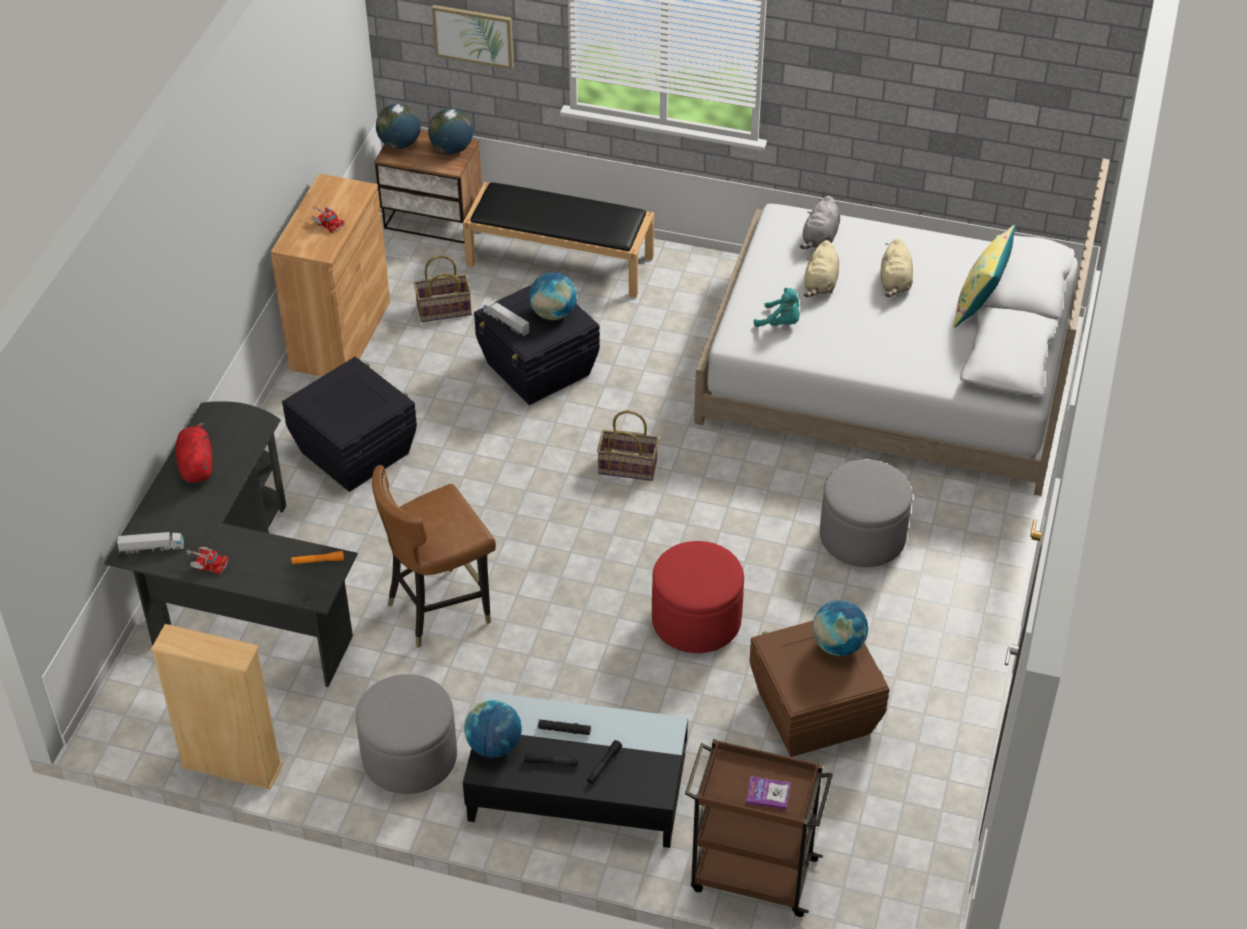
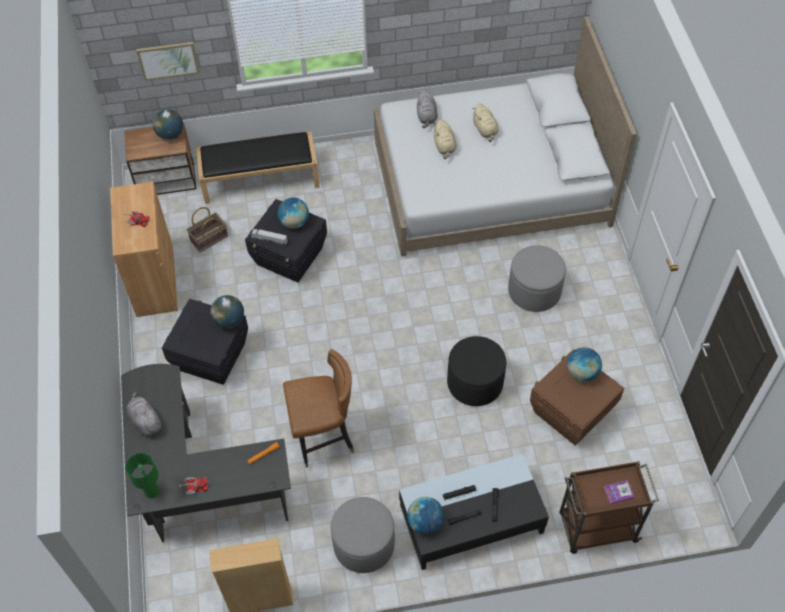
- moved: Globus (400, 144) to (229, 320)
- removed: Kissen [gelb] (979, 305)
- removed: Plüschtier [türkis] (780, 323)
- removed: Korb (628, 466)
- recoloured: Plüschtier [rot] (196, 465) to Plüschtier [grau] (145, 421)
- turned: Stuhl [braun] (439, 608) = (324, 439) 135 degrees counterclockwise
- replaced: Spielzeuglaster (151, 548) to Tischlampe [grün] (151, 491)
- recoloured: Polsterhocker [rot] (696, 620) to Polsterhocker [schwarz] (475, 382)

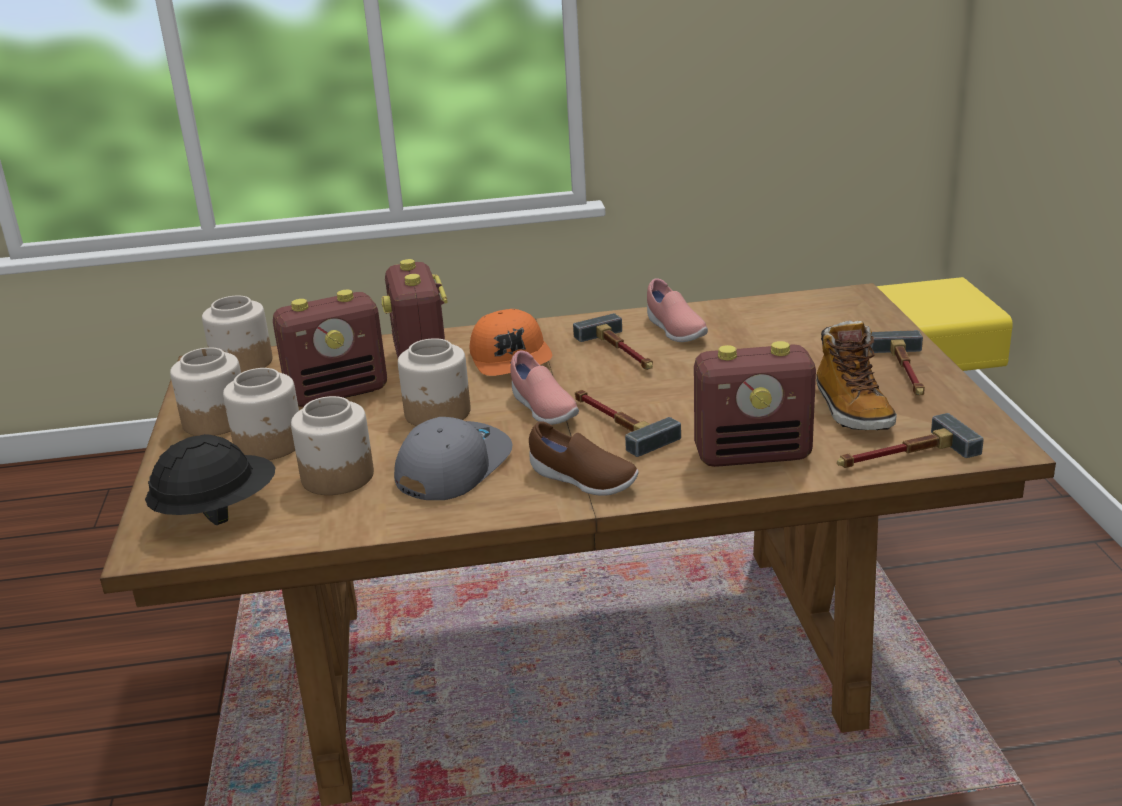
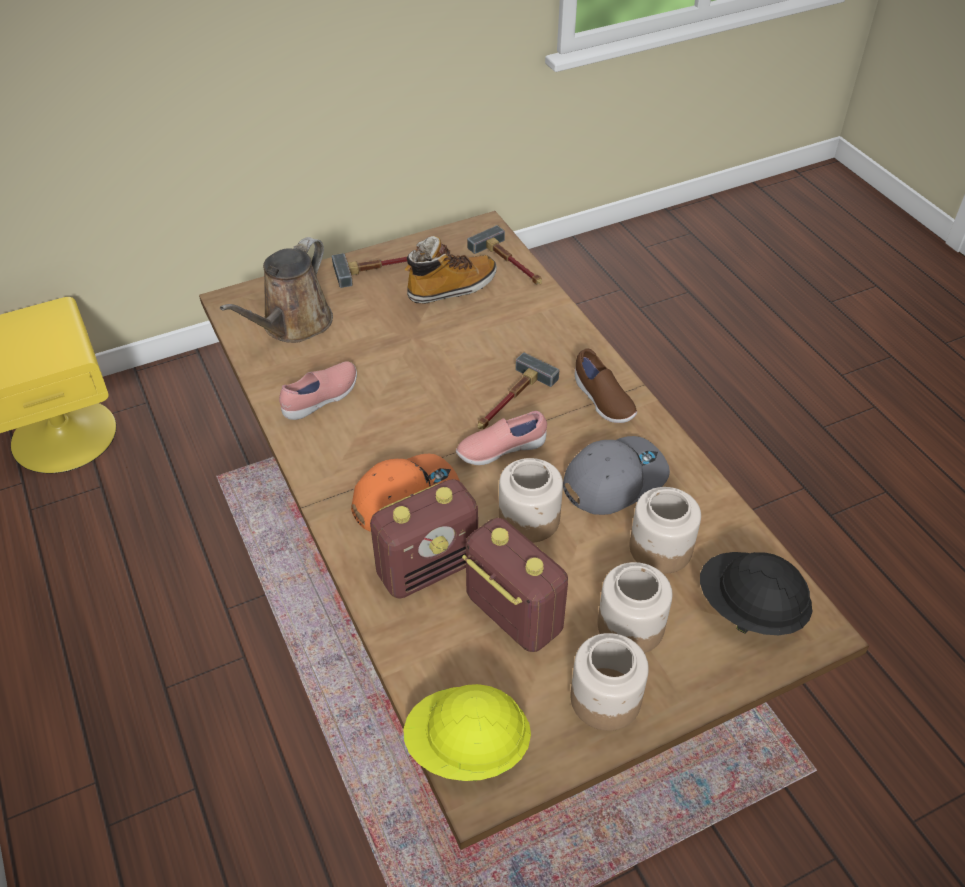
- replaced: Vorratsglas (241, 363) to Schutzhelm [gelb] (467, 748)
- removed: Hammer (621, 352)
- removed: Radio (753, 455)
- turned: Schuh [rosa] (542, 409) = (500, 450) 150 degrees counterclockwise
- turned: Kappe [grau] (452, 467) = (614, 479) 135 degrees clockwise
- turned: Schuh [braun] (582, 481) = (602, 401) 135 degrees clockwise
- added: Gießkanne [braun] (293, 325)

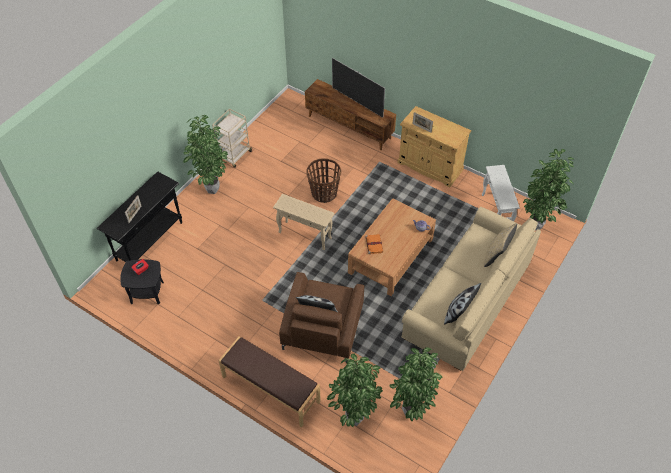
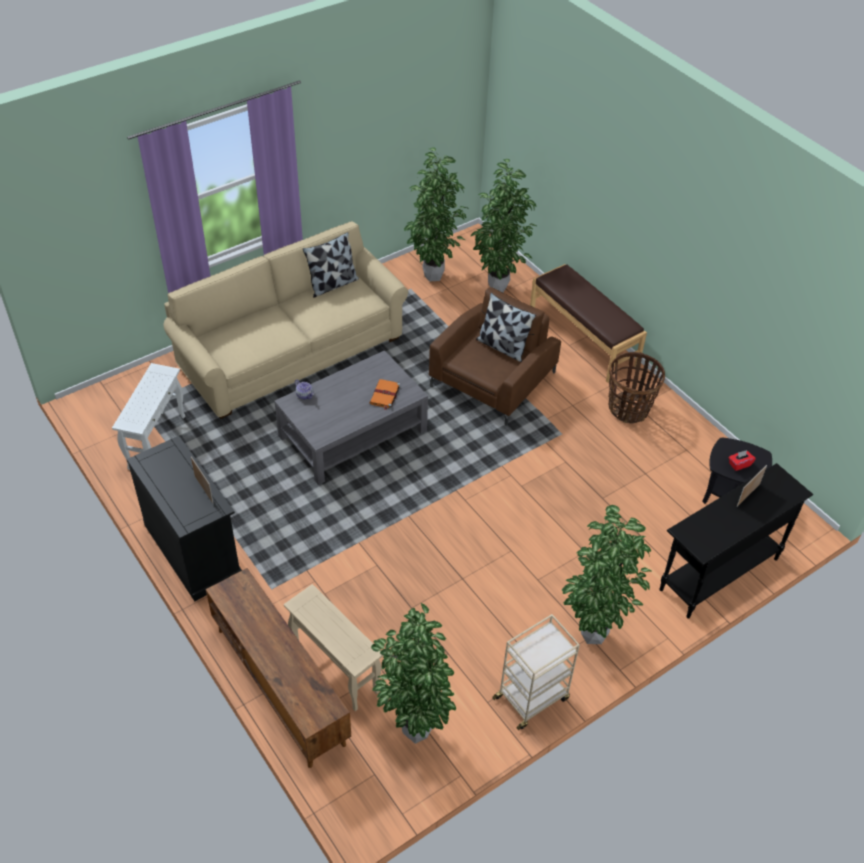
- removed: Fernseher (357, 102)
- recoloured: Schrank [beige] (430, 166) to Schrank [schwarz] (193, 550)
- moved: Topfpflanze (537, 225) to (412, 731)
- moved: Korb (324, 193) to (628, 409)
- moved: Beistelltisch [beige] (305, 235) to (335, 670)
- recoloured: Couchtisch [braun] (390, 256) to Couchtisch [grau] (353, 433)
- removed: Kissen [beige] (496, 255)

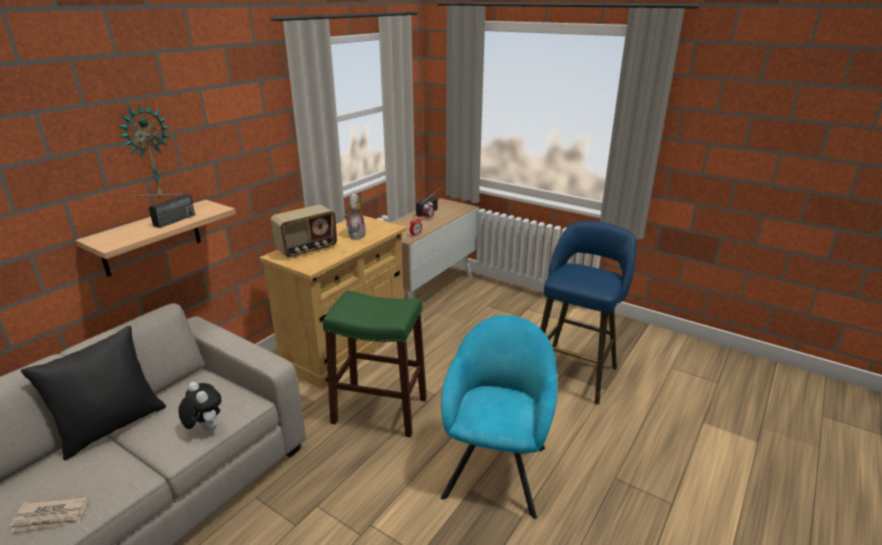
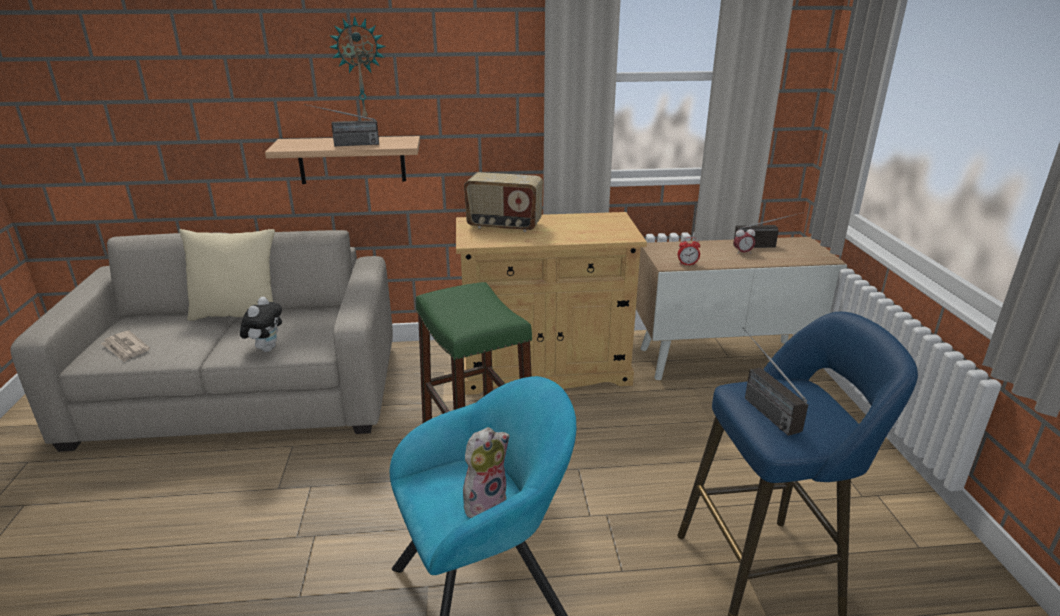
- moved: Plüschtier (355, 235) to (485, 502)
- recoloured: Kissen [schwarz] (112, 426) to Kissen [beige] (238, 314)
- added: Radio (758, 405)

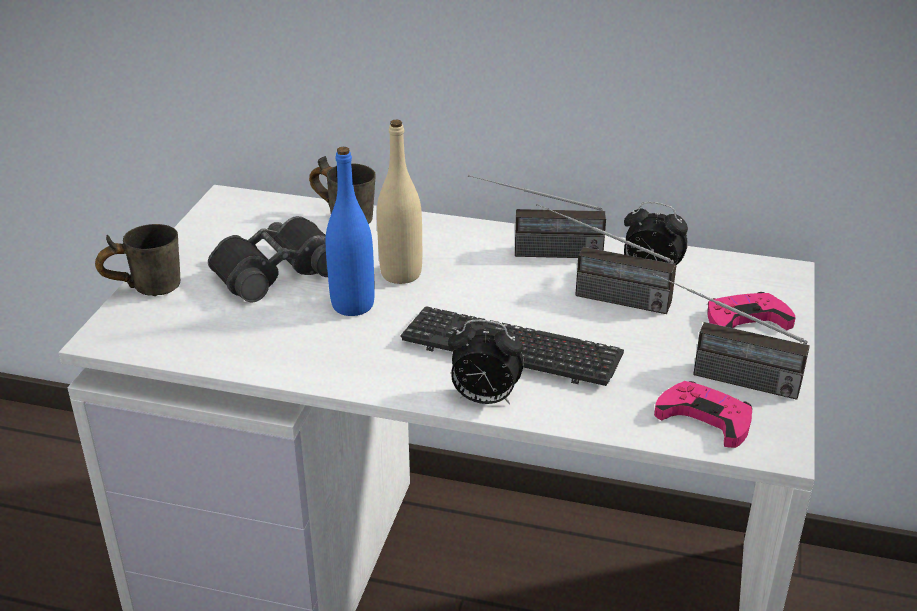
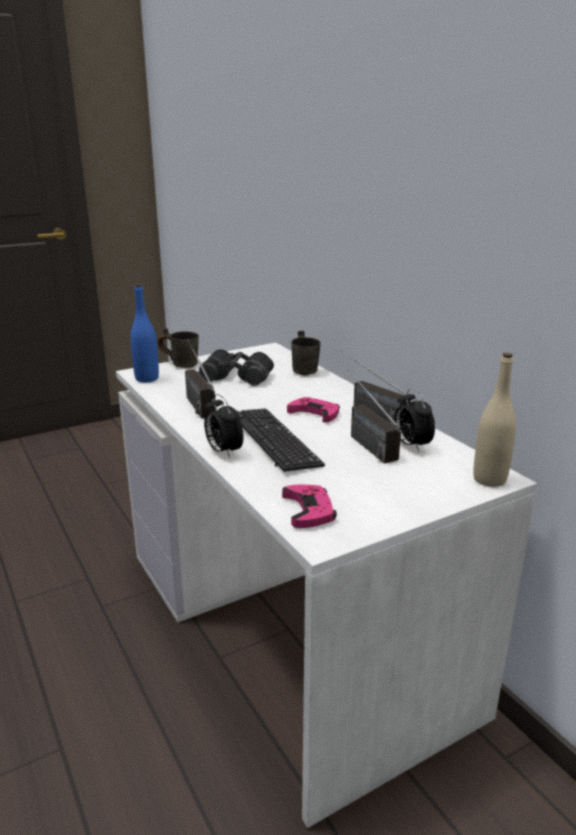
- moved: Flasche [beige] (401, 274) to (489, 479)
- moved: Flasche [blau] (353, 305) to (147, 378)
- moved: Radio (718, 375) to (194, 401)
- moved: Gamepad [rosa] (746, 320) to (314, 413)

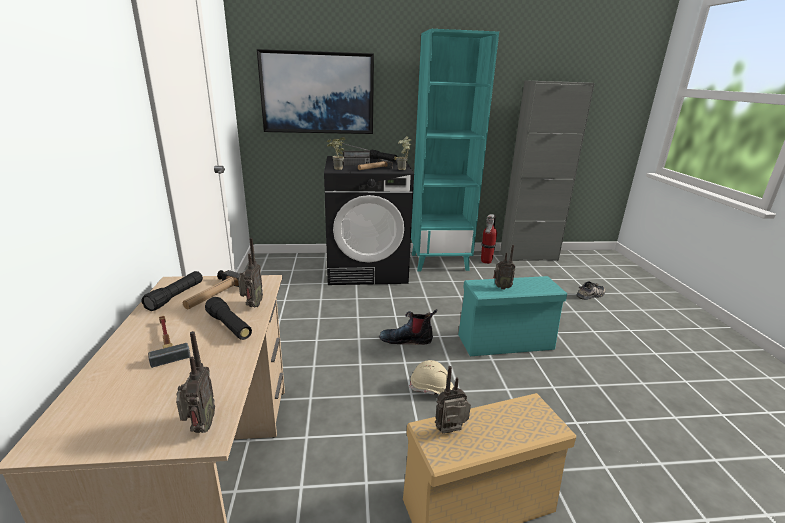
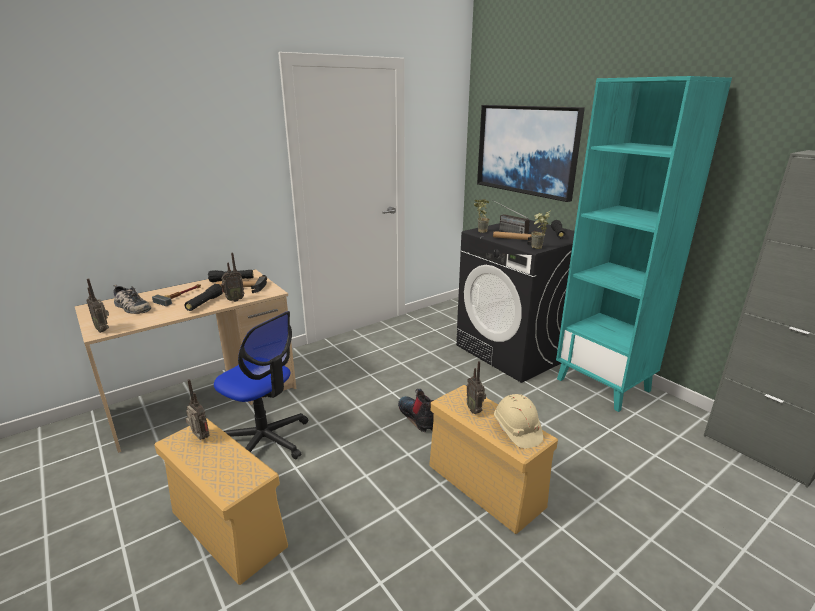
- removed: Feuerlöscher (486, 261)
- recoloured: Aufbewahrungsbox [türkis] (506, 342) to Aufbewahrungsbox [beige] (486, 486)
- moved: Schuh (591, 295) to (131, 307)
- turned: Radio (200, 428) = (104, 330) 75 degrees clockwise
- moved: Schutzhelm [beige] (432, 388) to (516, 430)
- added: Bürostuhl (265, 441)

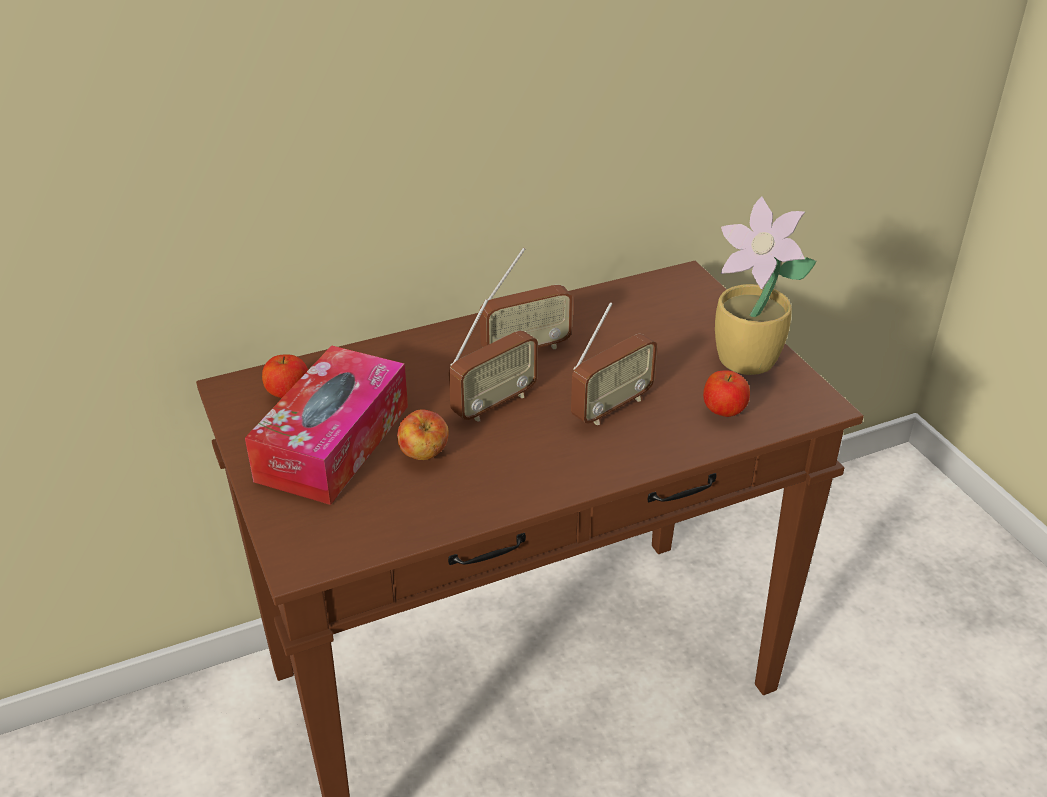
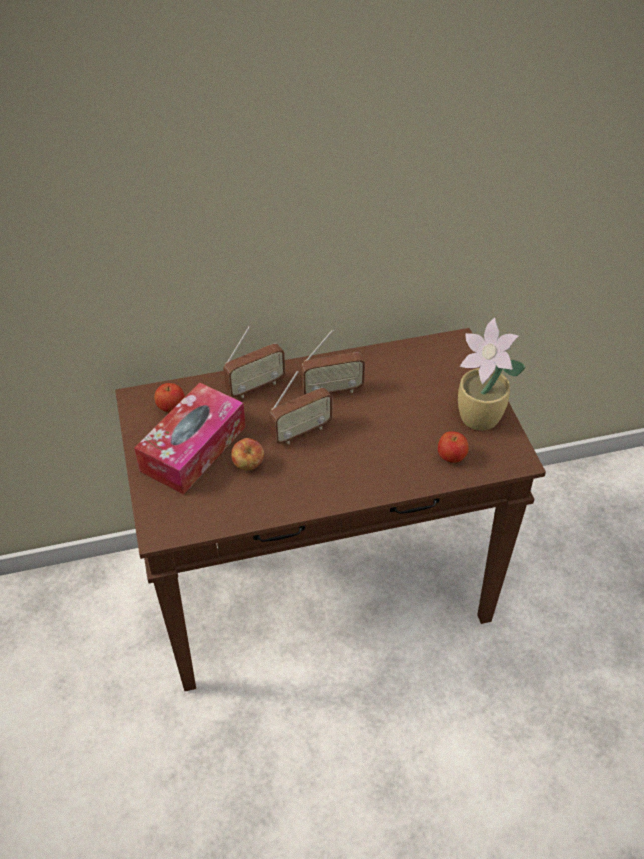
- moved: Radio (611, 407) to (255, 386)

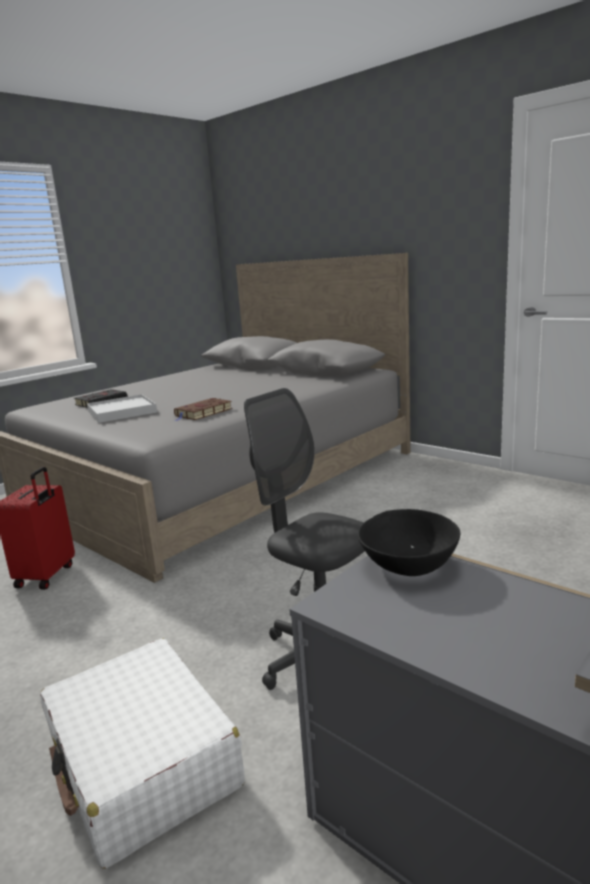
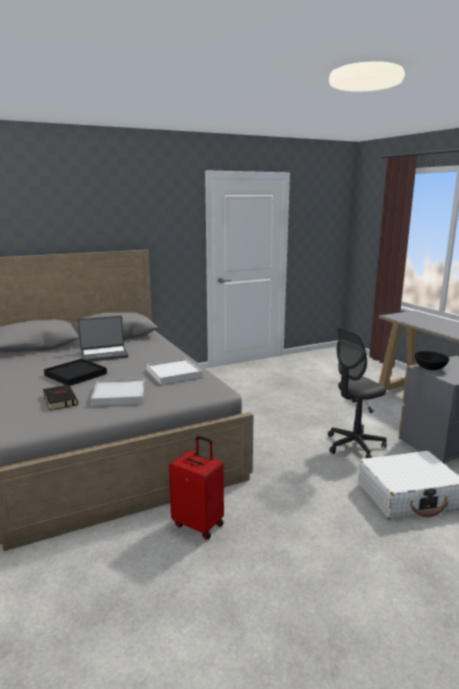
- replaced: Buch [braun] (202, 413) to Tablett [weiß] (174, 373)
- added: Laptop (104, 354)
- added: Tablett [schwarz] (75, 374)

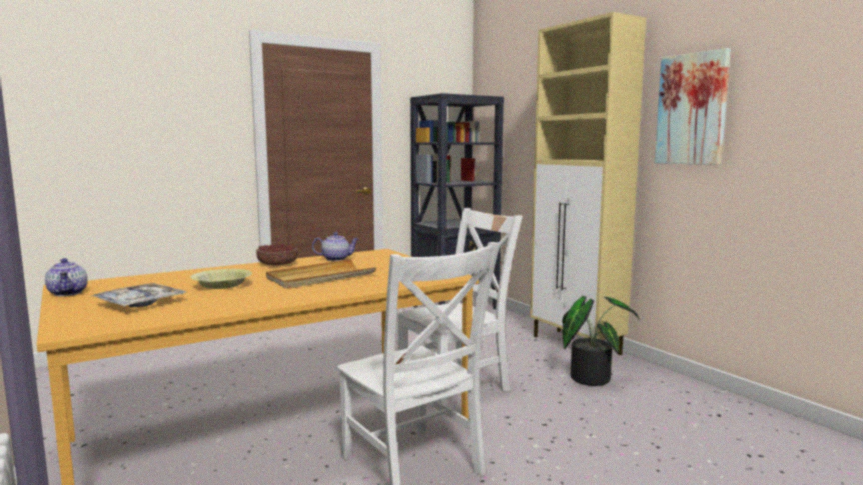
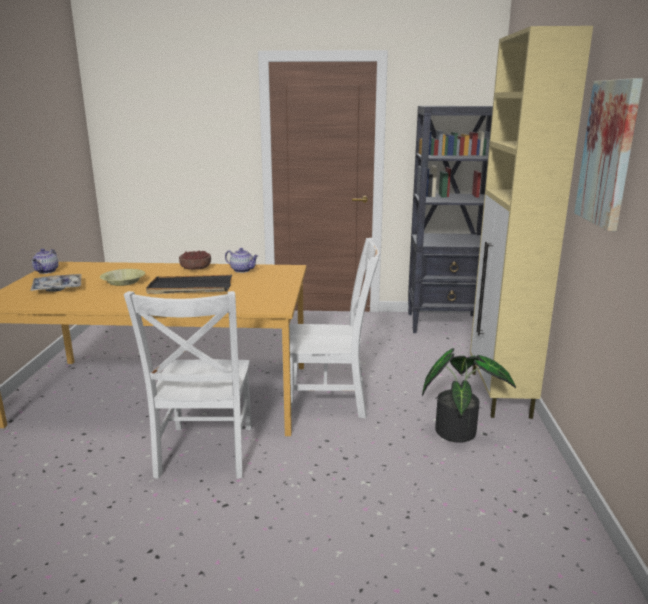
- recoloured: Tablett [beige] (320, 277) to Tablett [schwarz] (190, 288)

